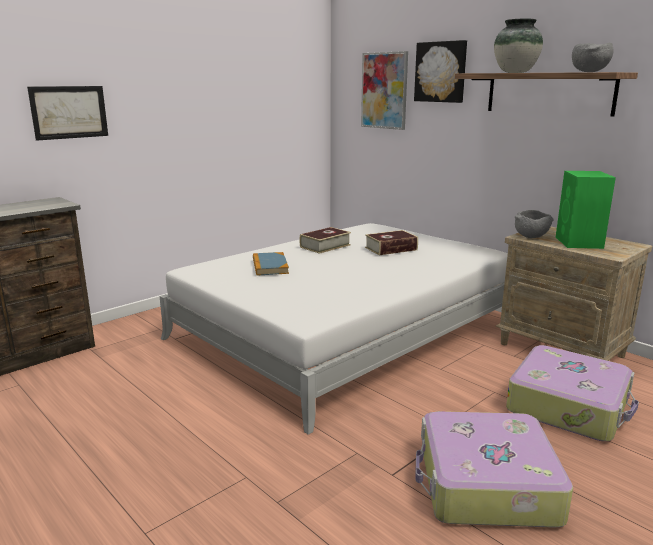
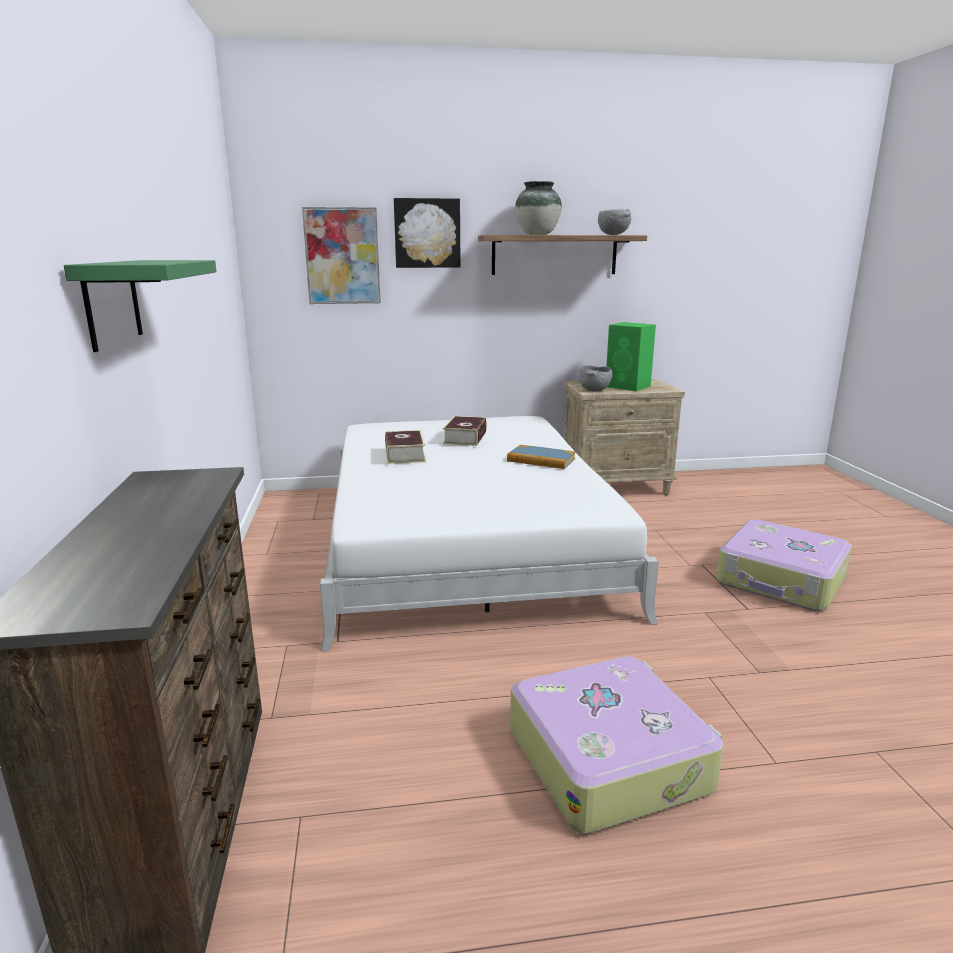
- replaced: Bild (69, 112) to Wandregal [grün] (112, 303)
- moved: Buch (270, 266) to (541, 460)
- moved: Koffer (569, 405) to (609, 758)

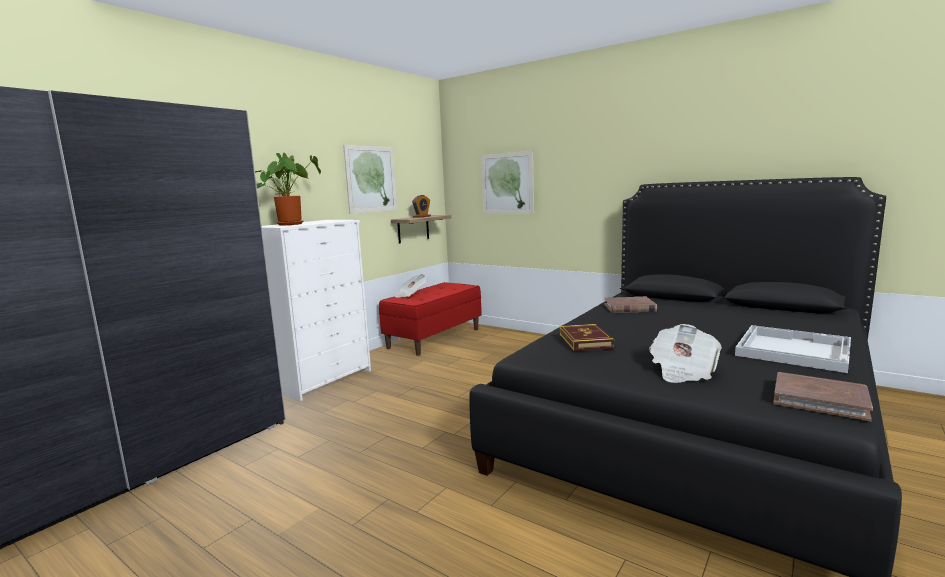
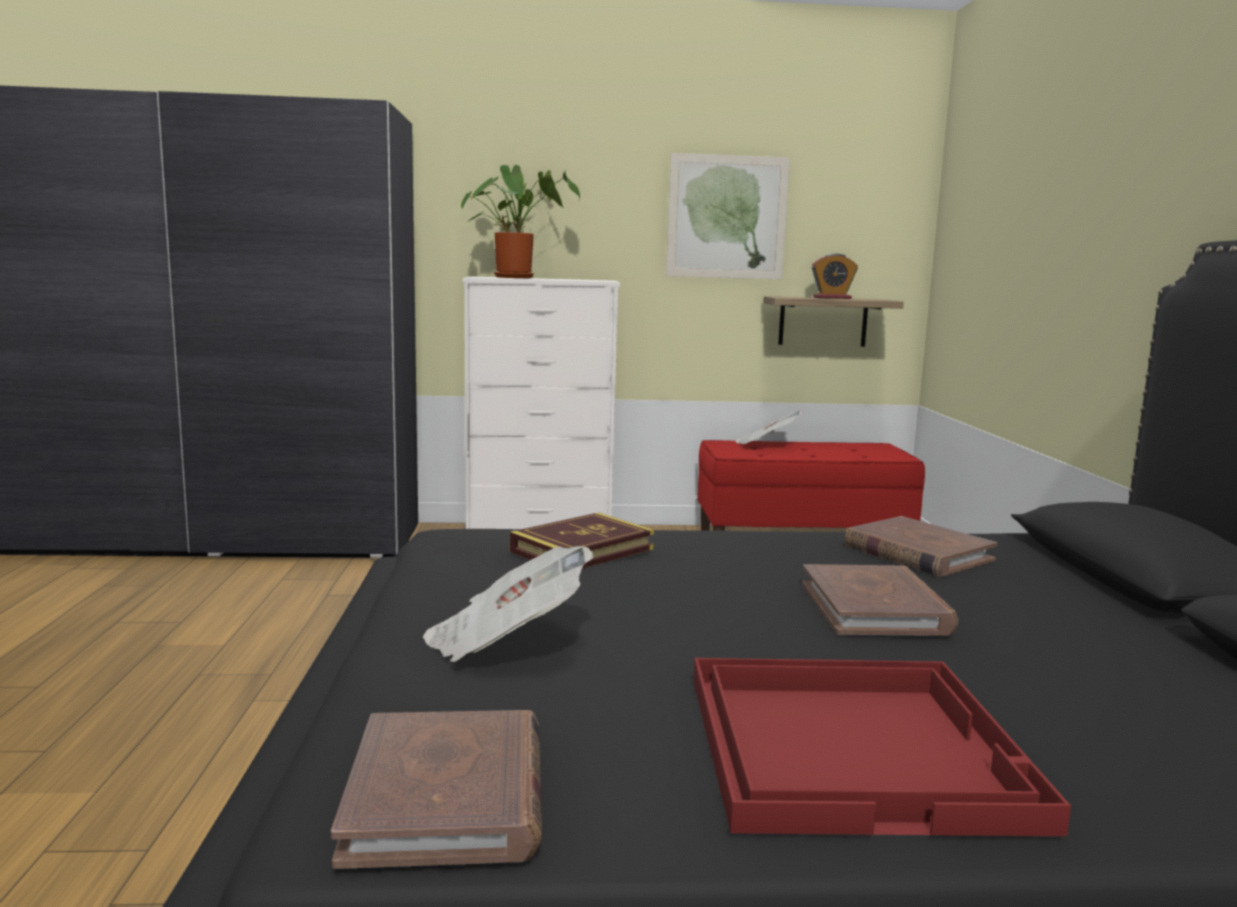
- removed: Bild (507, 183)
- recoloured: Tablett [weiß] (792, 350) to Tablett [rot] (854, 745)
- added: Buch [braun] (875, 608)

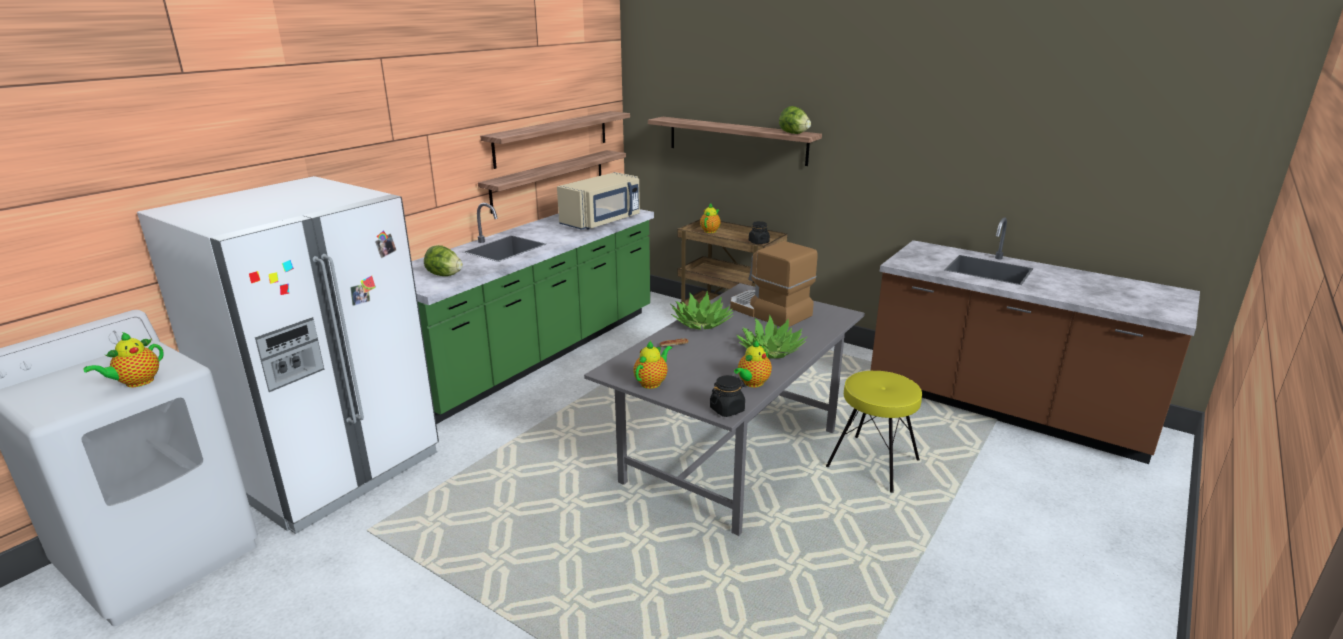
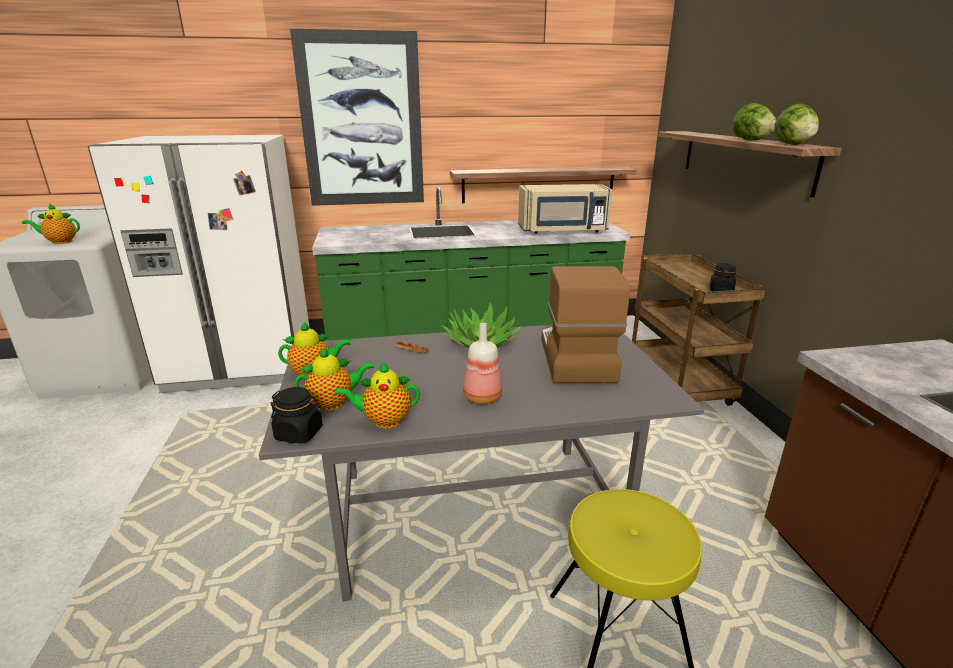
- removed: Wandregal (552, 138)
- moved: Teekanne (710, 231) to (334, 403)
- moved: Salatkopf (444, 275) to (751, 140)
- replaced: Topfpflanze (770, 351) to Flasche (481, 398)
- added: Bild (362, 122)

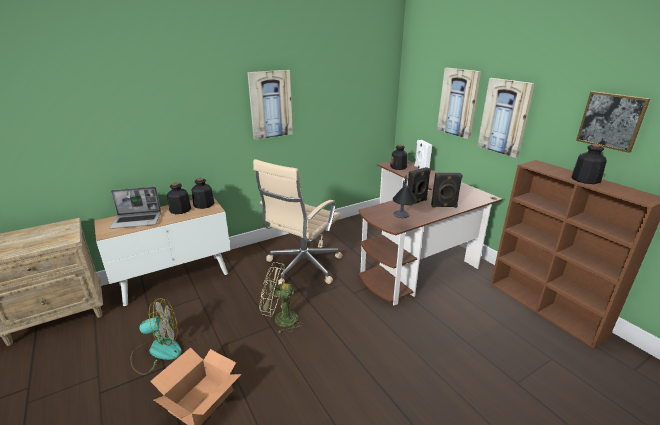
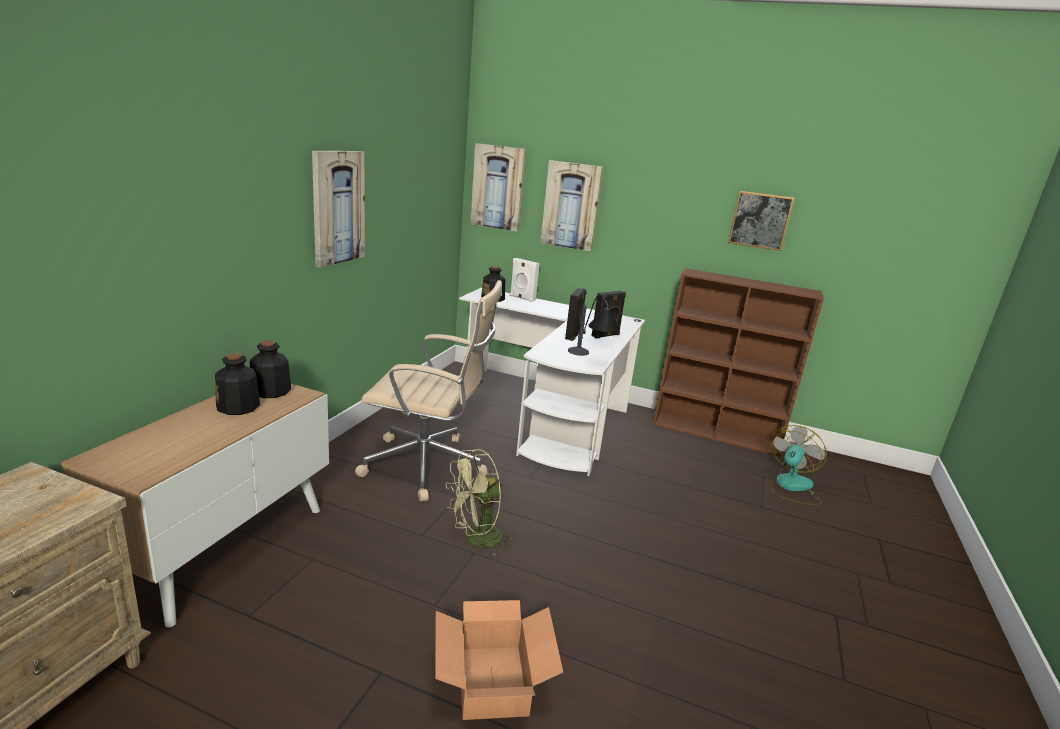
- moved: Bild (505, 117) to (498, 187)
- removed: Flasche (585, 179)
- turned: Bürostuhl [beige] (302, 267) = (427, 466) 75 degrees counterclockwise
- recoloured: Schreibtisch [braun] (417, 255) to Schreibtisch [weiß] (553, 414)
- removed: Laptop (137, 221)
- moved: Ventilator (157, 351) to (791, 487)

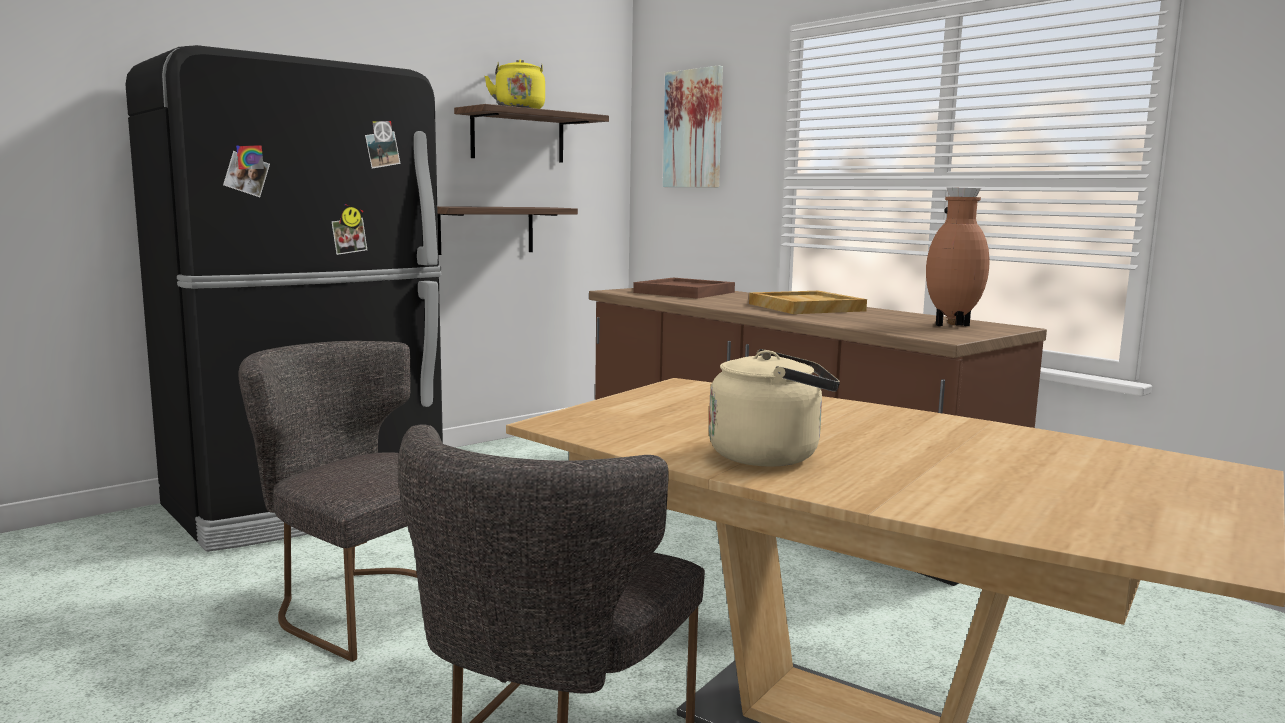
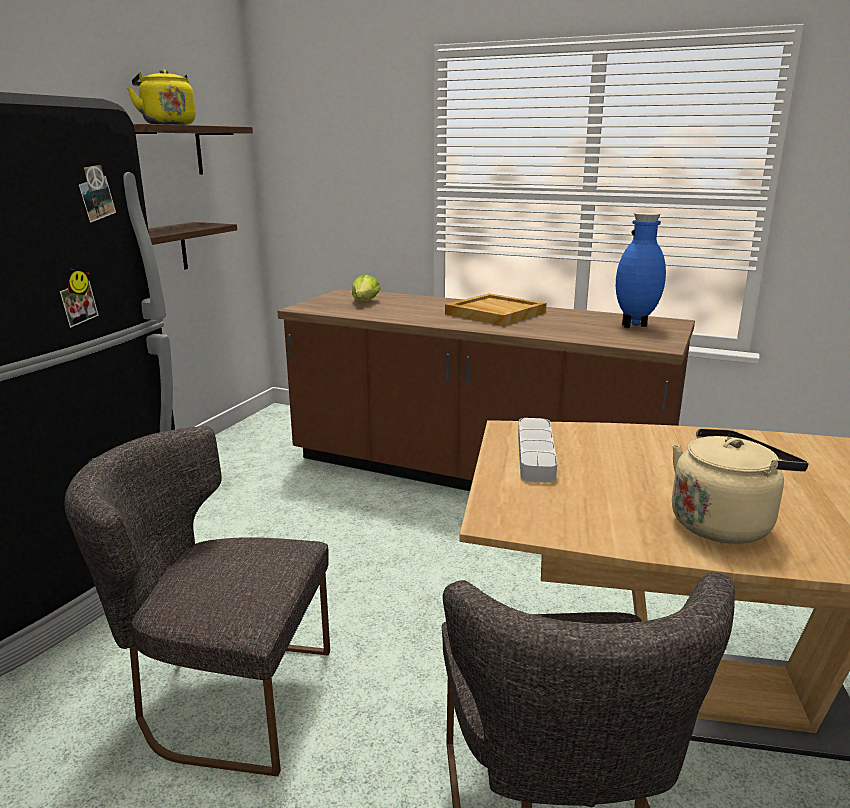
- removed: Bild (694, 129)
- recoloured: Vase [braun] (952, 326) to Vase [blau] (636, 326)
- replaced: Tablett [braun] (685, 292) to Salatkopf (365, 302)
- added: Tablett [grau] (535, 455)

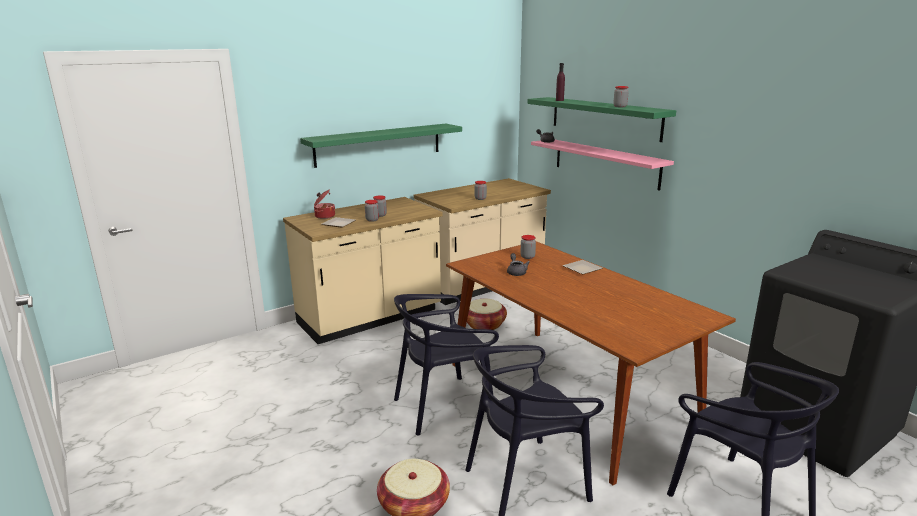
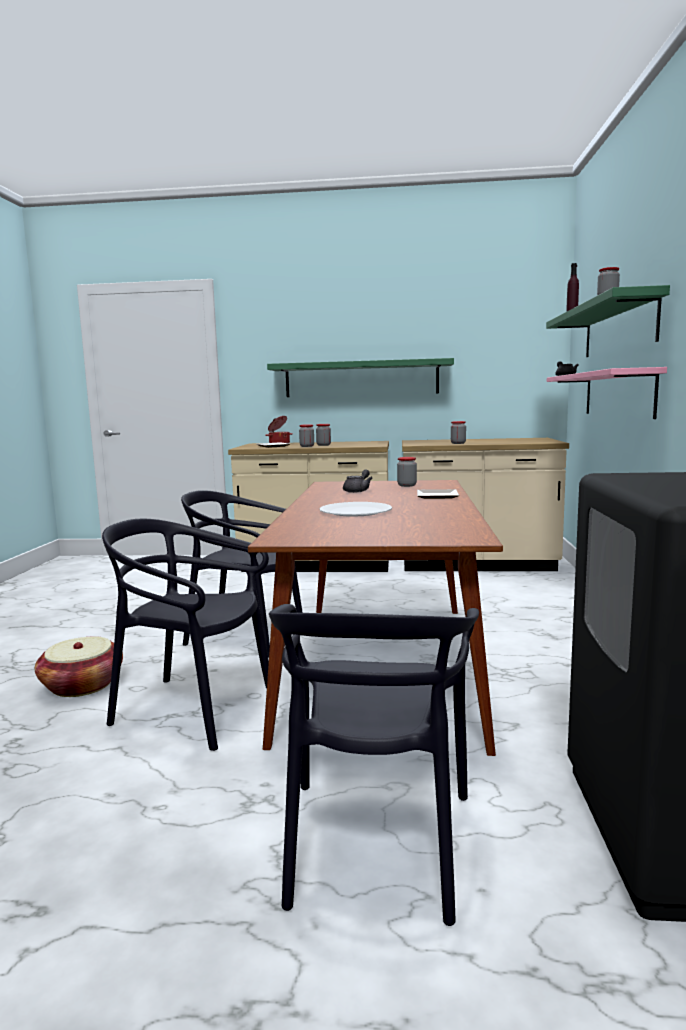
- removed: Korb (484, 325)
- added: Teller [weiß] (355, 511)

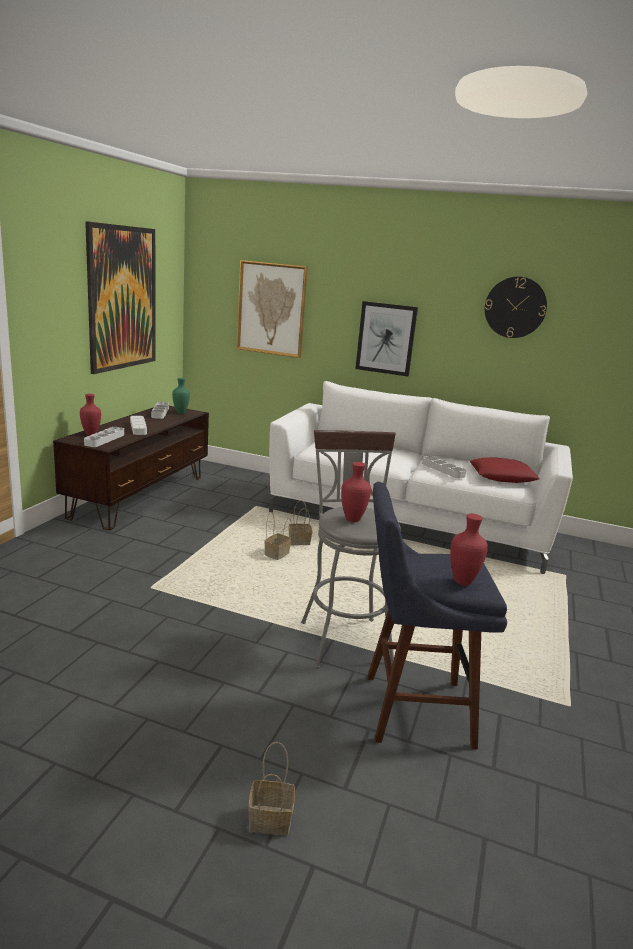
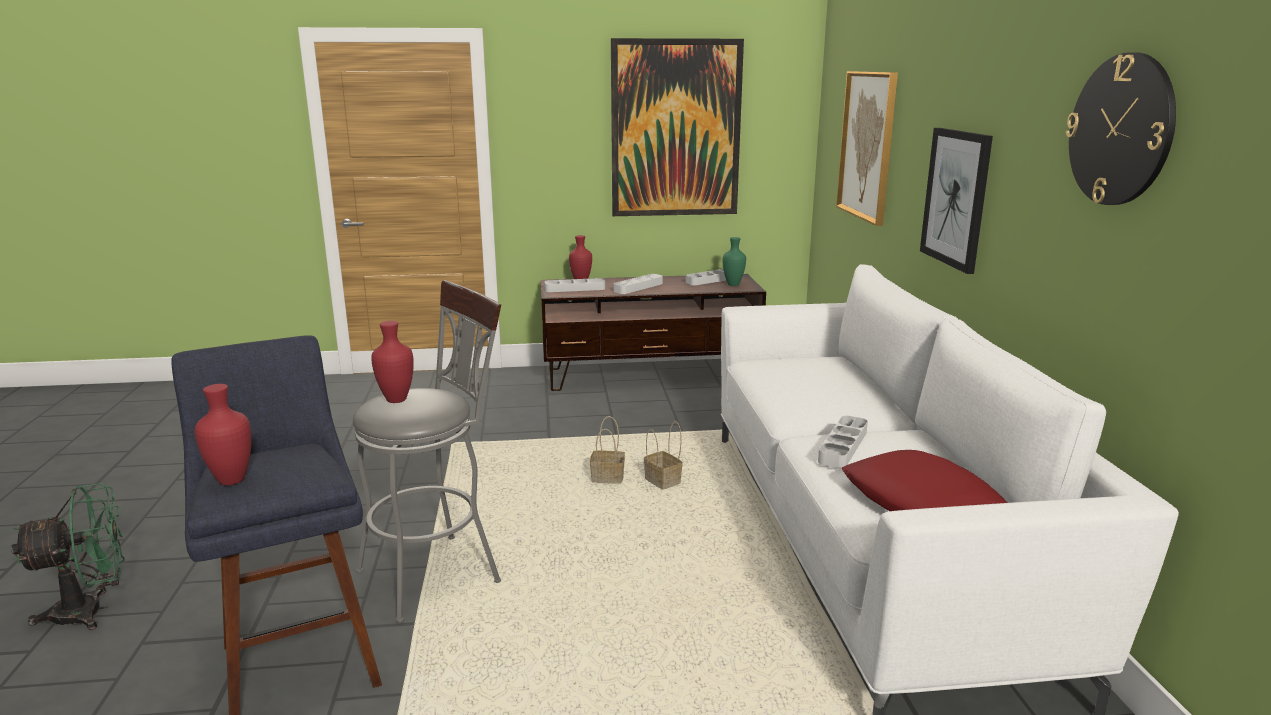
- replaced: Korb (268, 820) to Ventilator [grün] (91, 611)

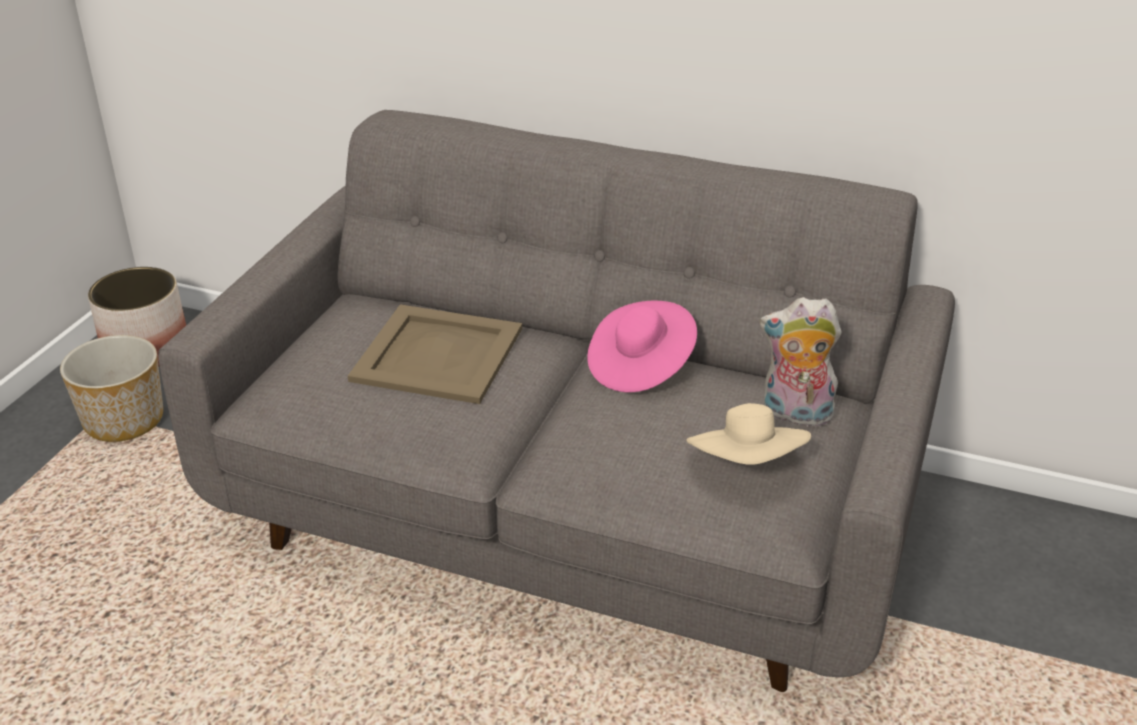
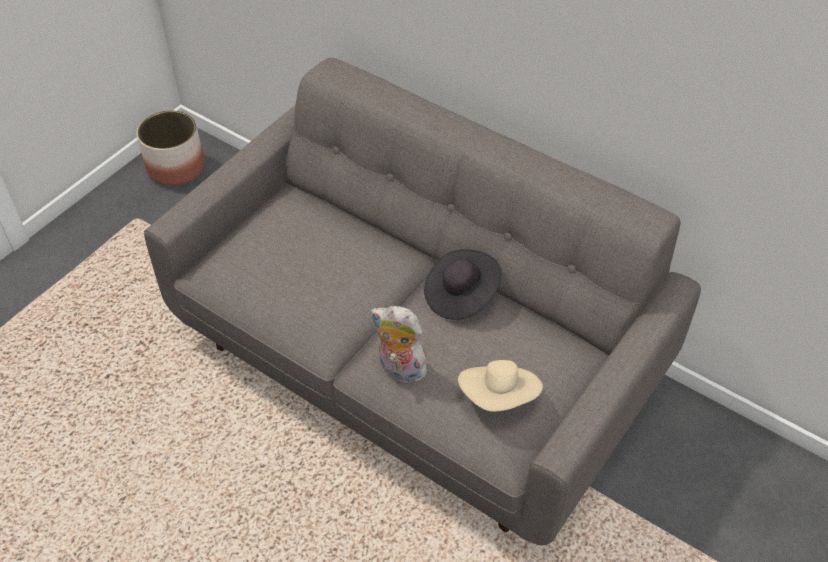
- moved: Plüschtier (794, 415) to (399, 369)
- recoloured: Hut [rosa] (640, 367) to Hut [schwarz] (460, 295)
- removed: Tablett [beige] (439, 354)
- removed: Pflanzkübel (122, 421)

